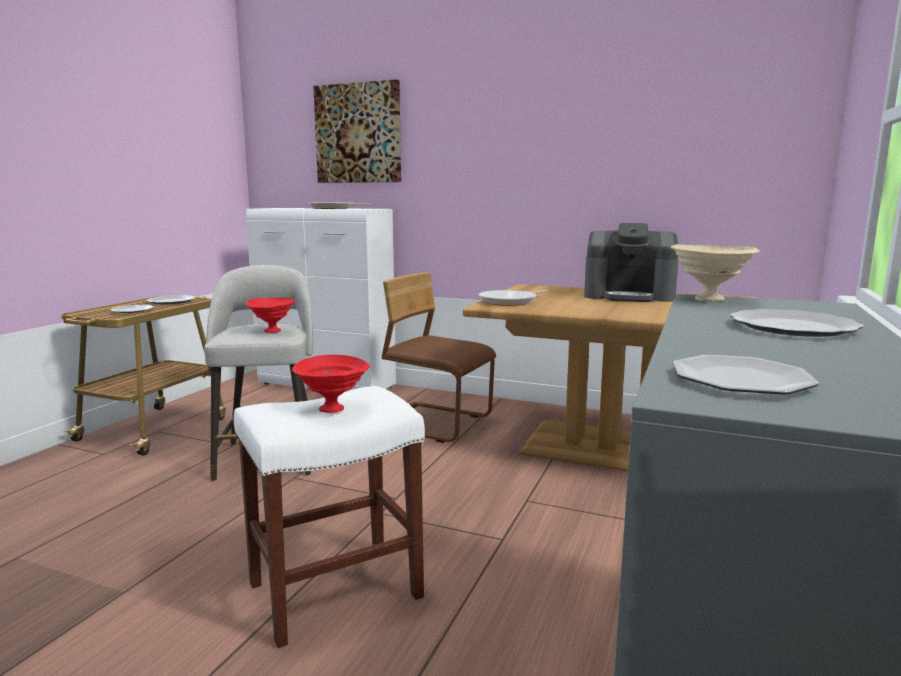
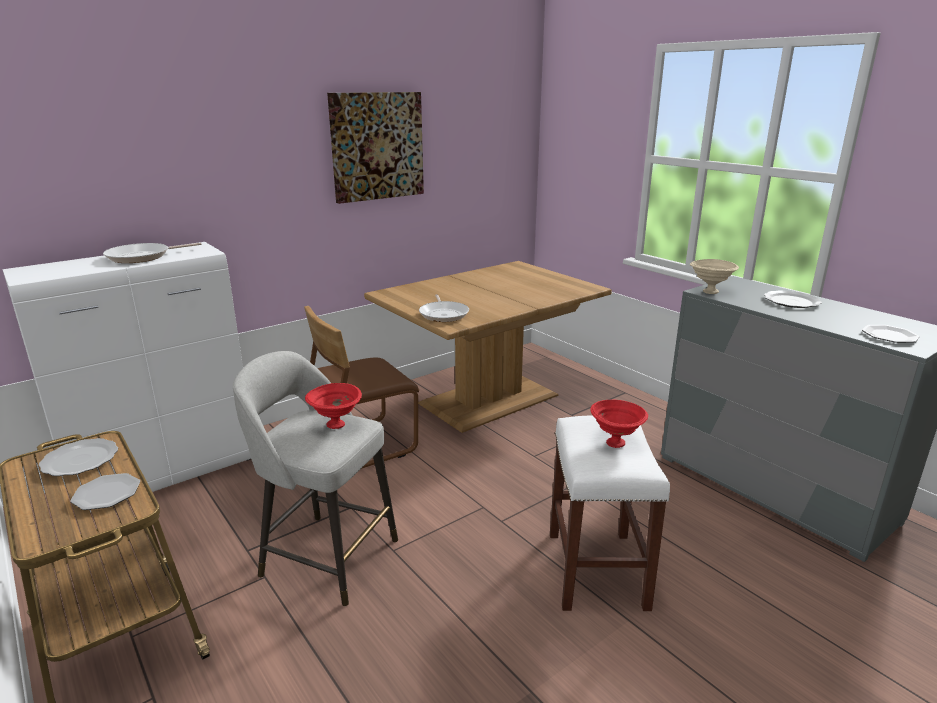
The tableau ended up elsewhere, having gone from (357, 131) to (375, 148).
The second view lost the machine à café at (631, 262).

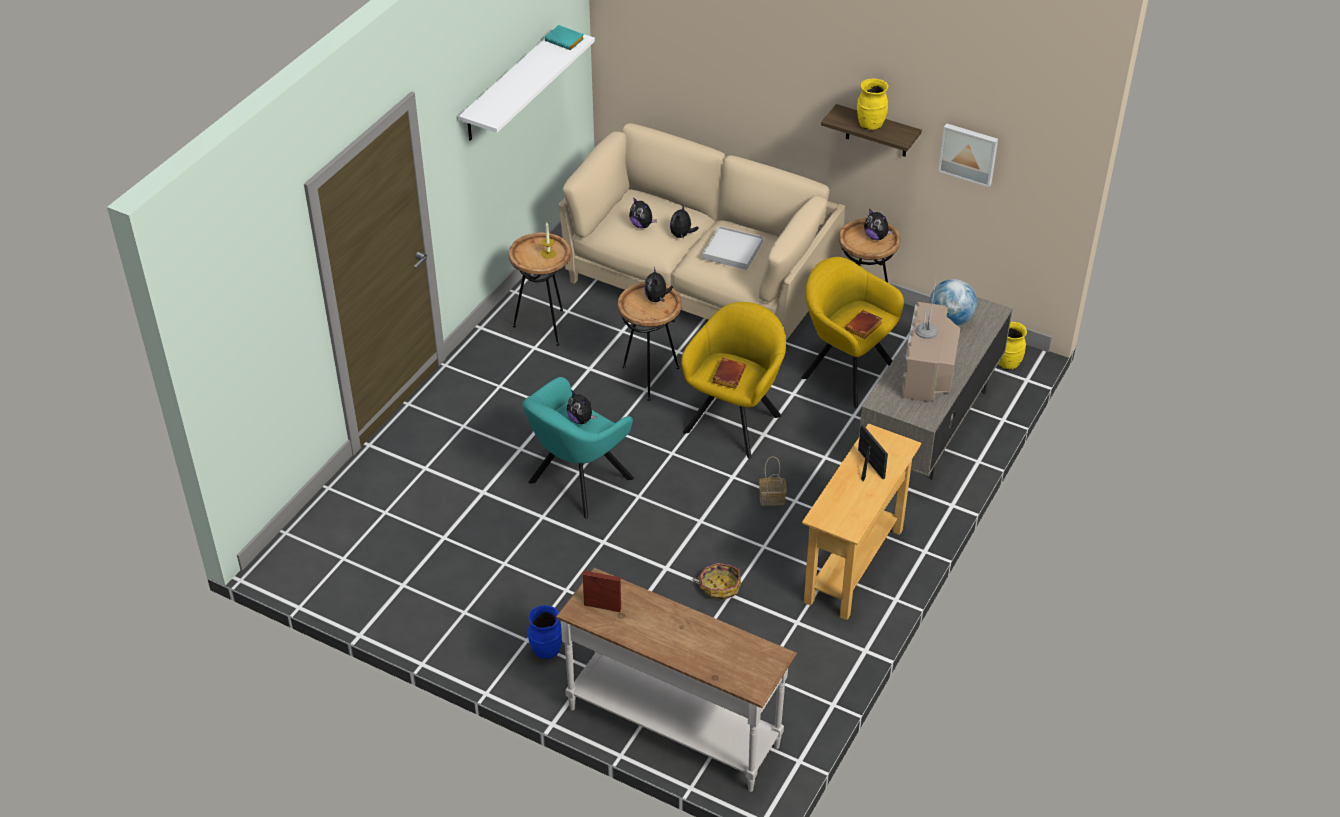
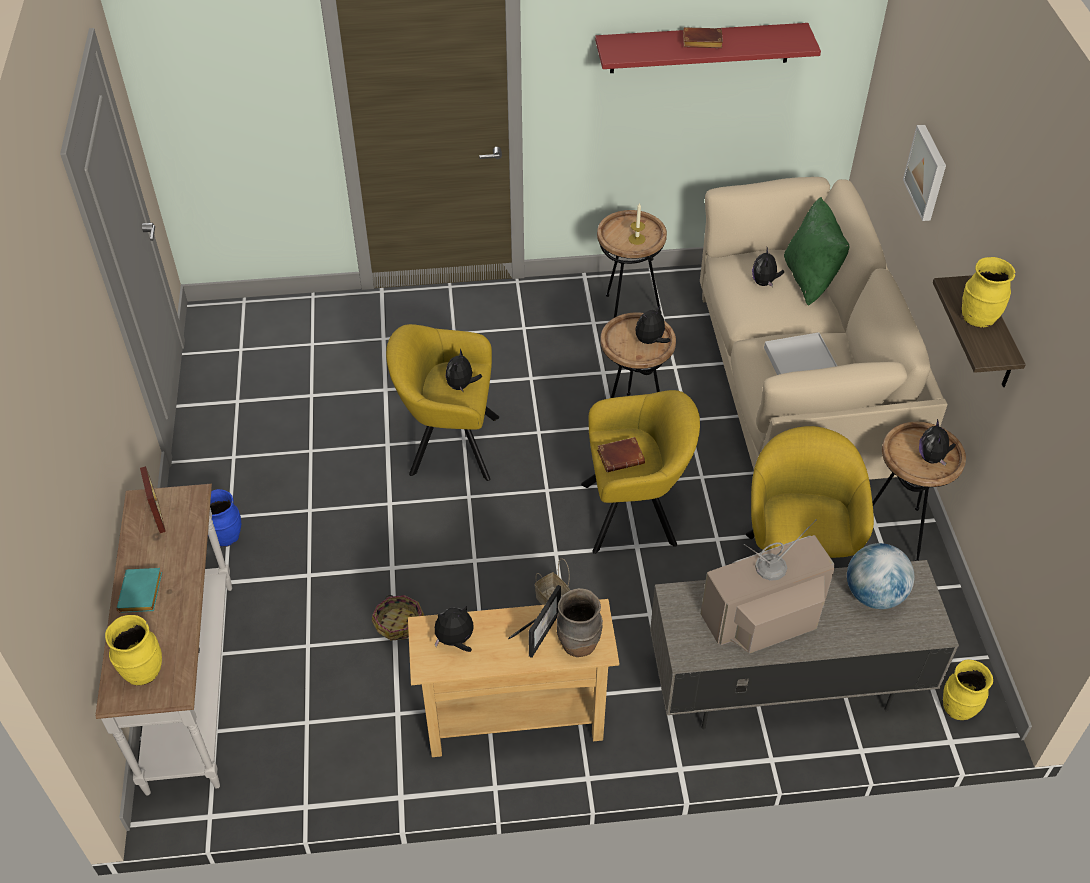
The livre [turquoise] ended up elsewhere, having gone from (564, 37) to (139, 590).
What was the étagère [blanc] at (526, 87) turned into the étagère [rouge] at (708, 48).
The tableau ended up elsewhere, having gone from (968, 155) to (924, 173).
The peluche ended up elsewhere, having gone from (684, 222) to (454, 629).
The livre [marron] ended up elsewhere, having gone from (864, 324) to (703, 37).
What was the fauteuil [turquoise] at (578, 448) turned into the fauteuil [jaune] at (442, 402).
The second view gained the coussin [vert] at (816, 251).
The second view gained the vase [marron] at (579, 622).
The second view gained the vase [jaune] at (133, 650).

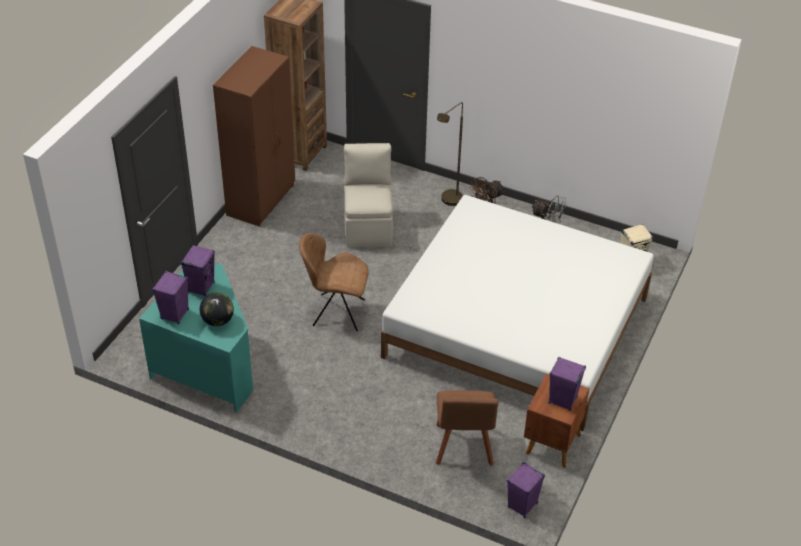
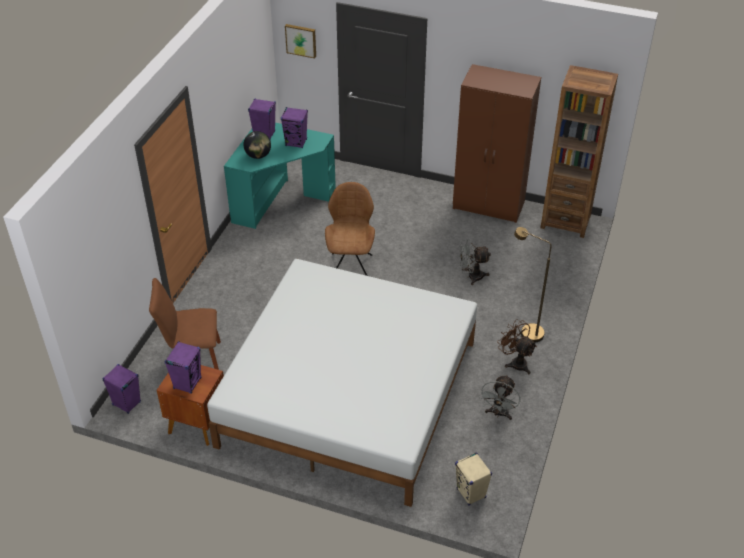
Where the chaise [beige] stood at (368, 195), the ventilateur [gris] came to stand at (474, 262).
The second view gained the tableau at (300, 41).

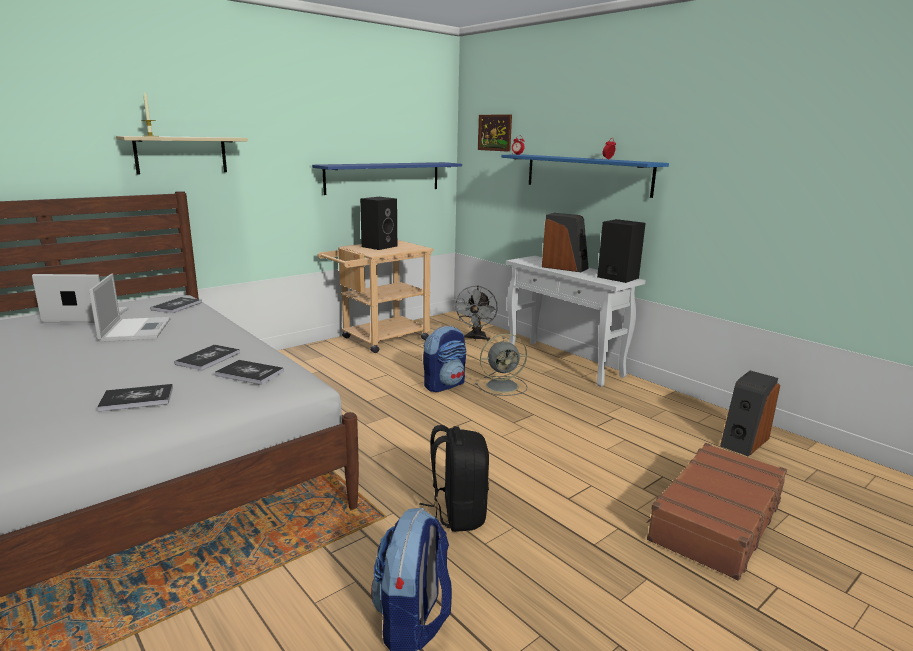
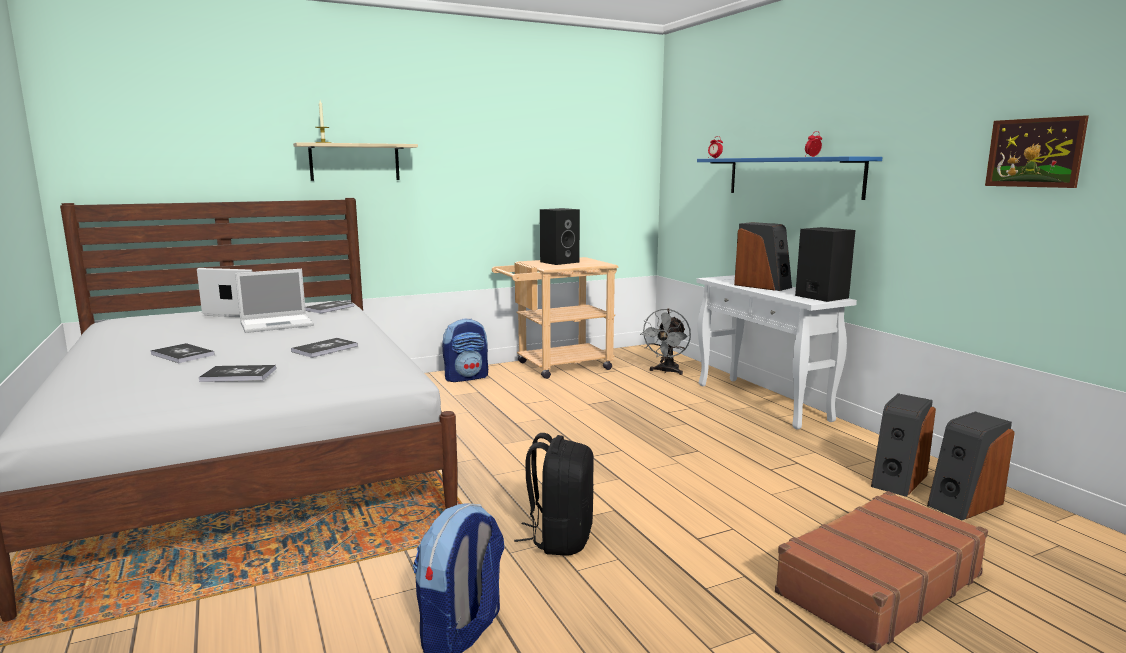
The tableau ended up elsewhere, having gone from (495, 133) to (1037, 151).
The second view lost the étagère [bleu] at (387, 178).
The ordinateur portable at (130, 307) ended up facing another way, 60 degrees clockwise from before.
The sac à dos ended up elsewhere, having gone from (444, 359) to (465, 350).
The second view lost the ventilateur [gris] at (501, 365).
The livre ended up elsewhere, having gone from (249, 372) to (182, 353).
The second view gained the enceinte at (903, 445).

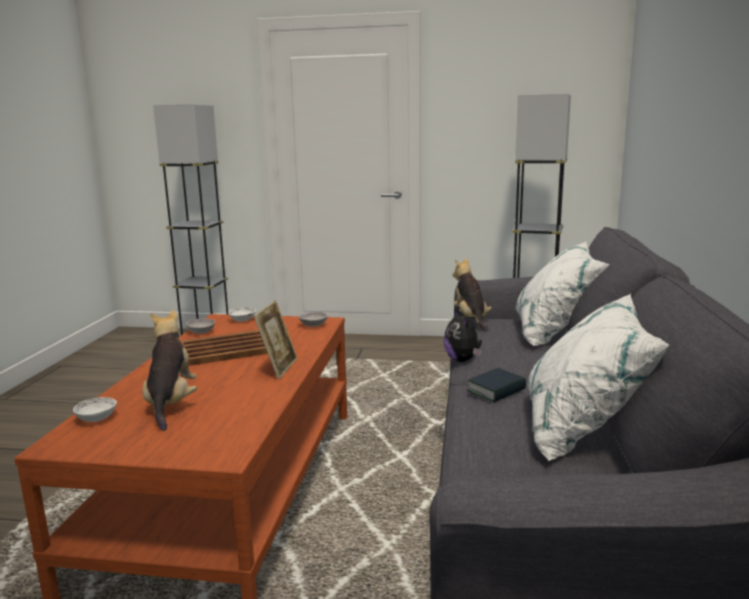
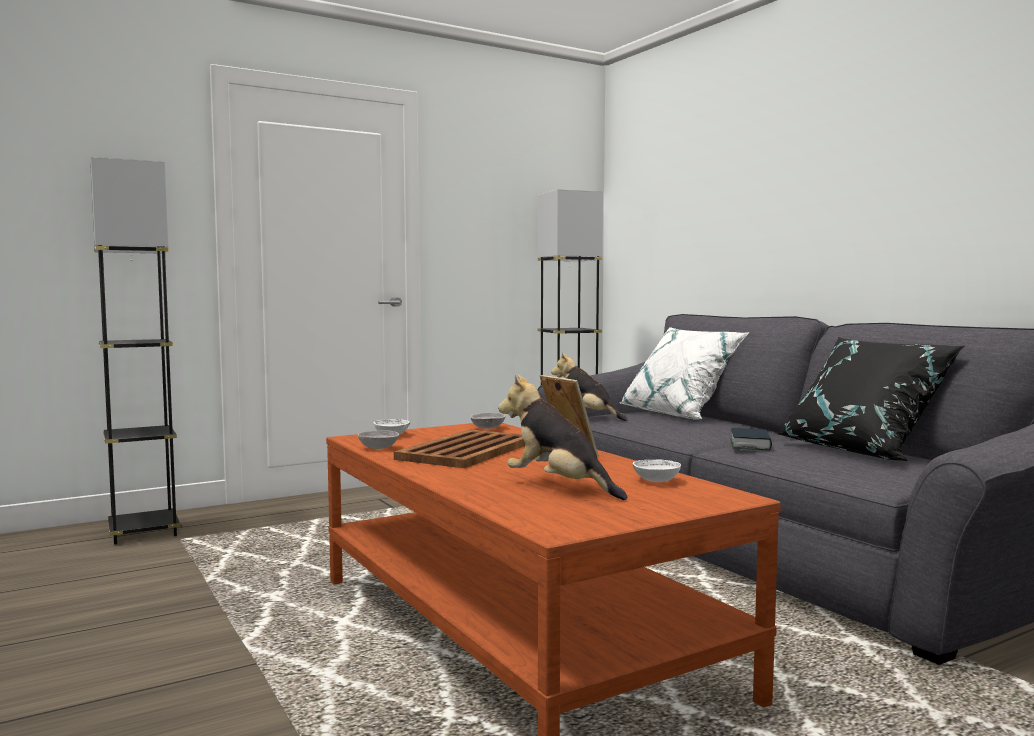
What was the coussin [blanc] at (598, 378) turned into the coussin [noir] at (870, 399).
The second view lost the peluche at (463, 336).
The bol [blanc] ended up elsewhere, having gone from (95, 409) to (657, 471).

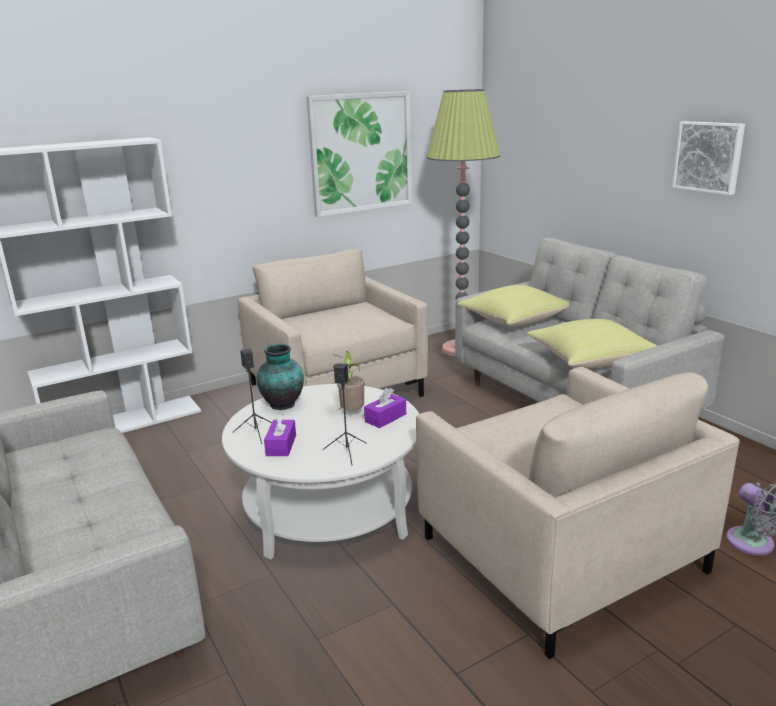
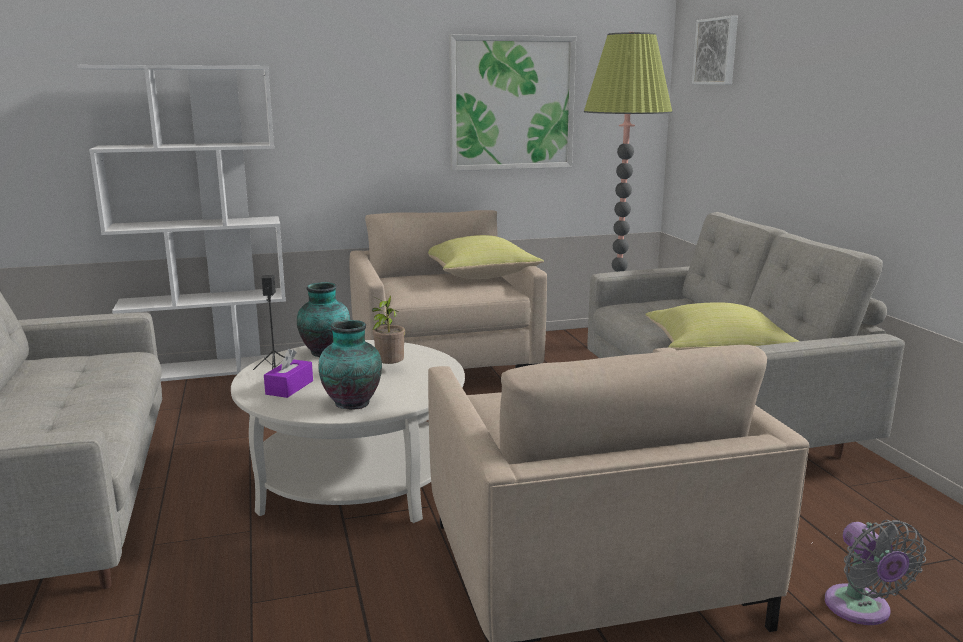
The tableau ended up elsewhere, having gone from (708, 158) to (715, 50).
The coussin [jaune] ended up elsewhere, having gone from (513, 306) to (486, 257).
Where the enceinte [noir] stood at (344, 414), the vase came to stand at (350, 365).
The second view lost the boîte à mouchoirs [violet] at (385, 408).

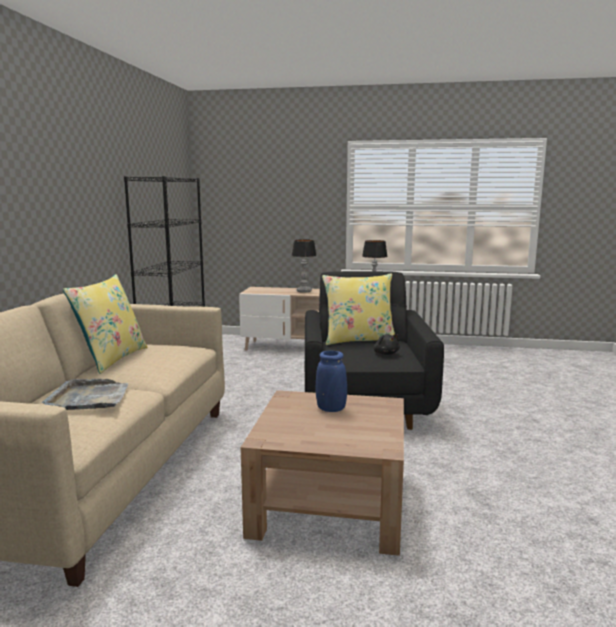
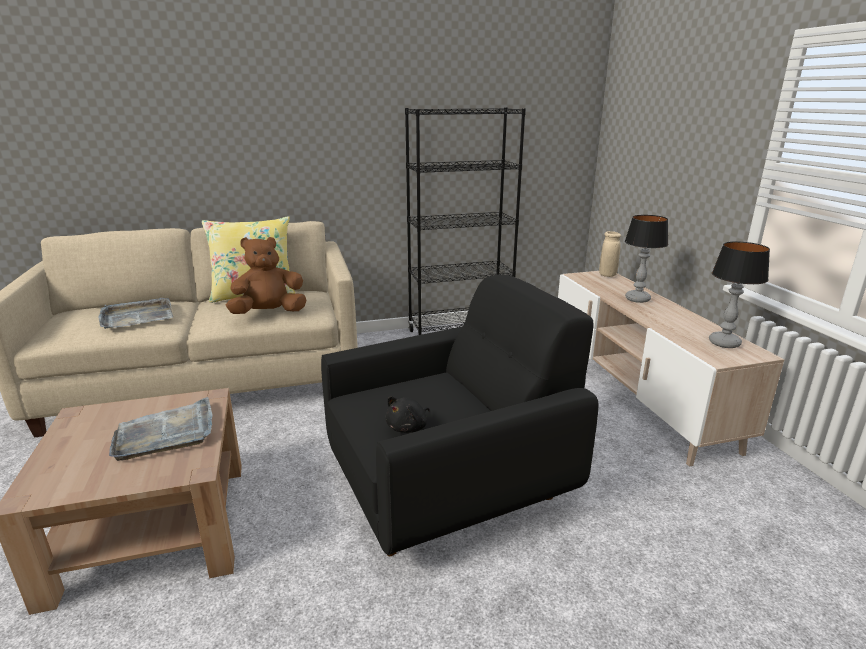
The second view lost the coussin [jaune] at (358, 309).
Where the vase [bleu] stood at (331, 381), the plateau [gris] came to stand at (160, 429).
The second view gained the vase [beige] at (610, 254).
The second view gained the peluche [marron] at (266, 275).

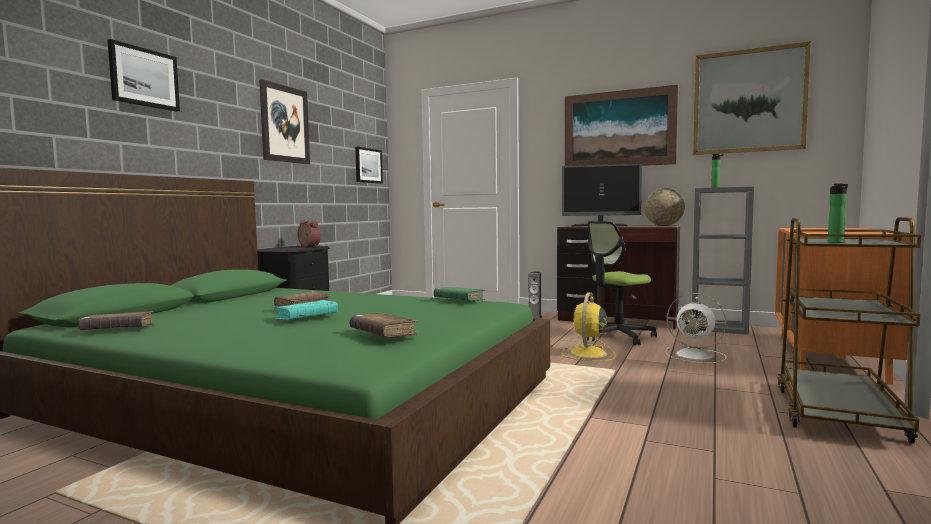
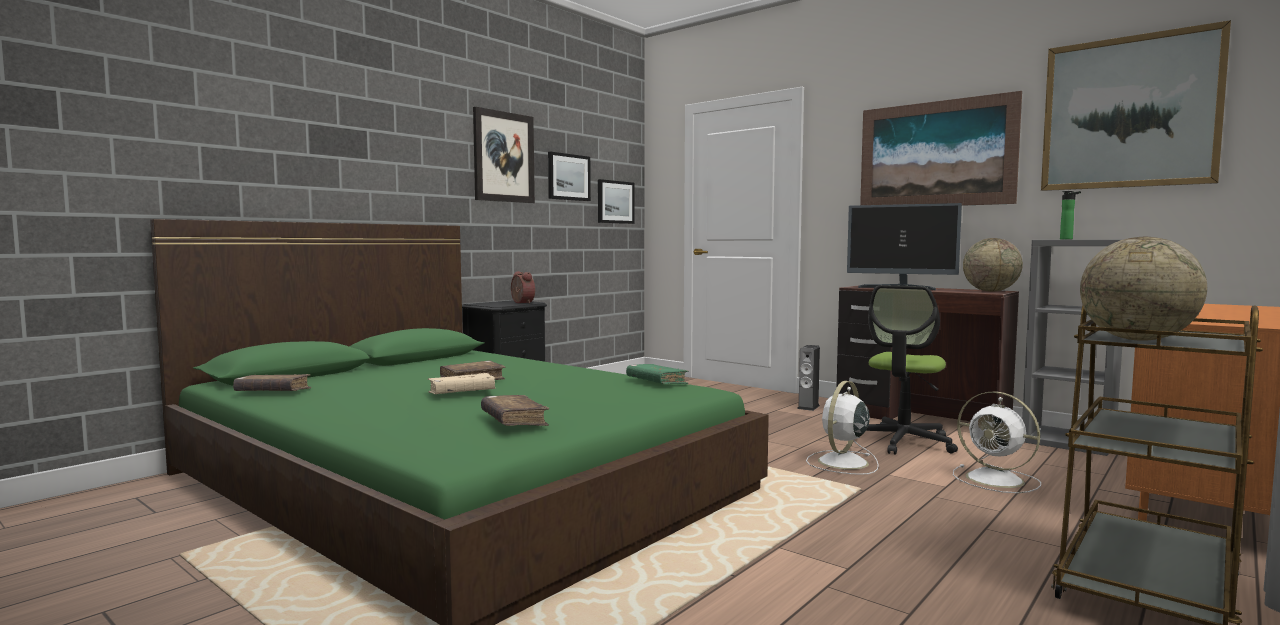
The tableau ended up elsewhere, having gone from (144, 75) to (569, 176).
Where the bouteille stood at (838, 213), the globe came to stand at (1143, 289).
The chaise de bureau at (622, 283) ended up facing another way, 45 degrees counterclockwise from before.
What was the ventilateur [jaune] at (589, 326) turned into the ventilateur [blanc] at (842, 428).
What was the livre [turquoise] at (306, 310) turned into the livre [beige] at (461, 383).

